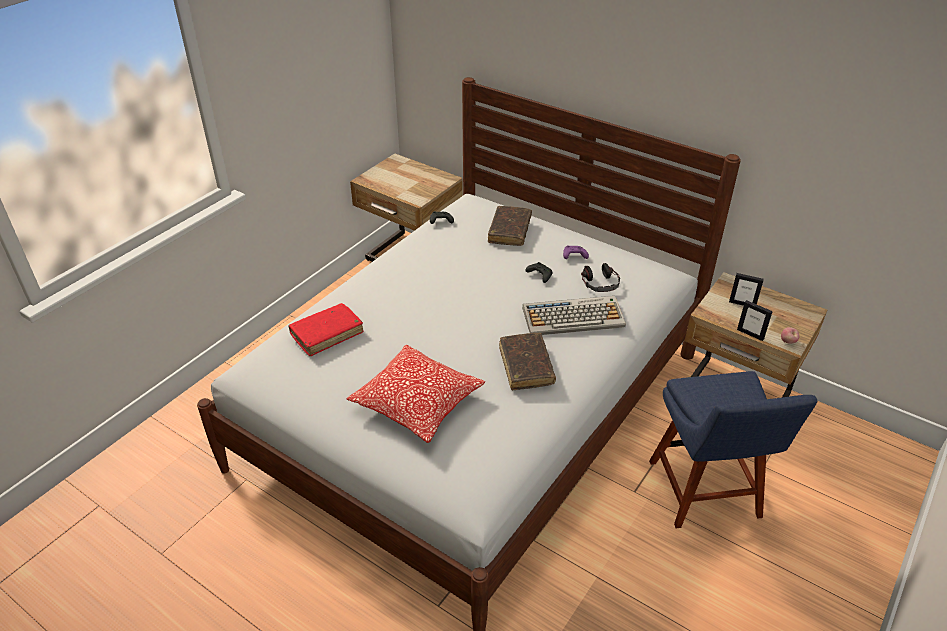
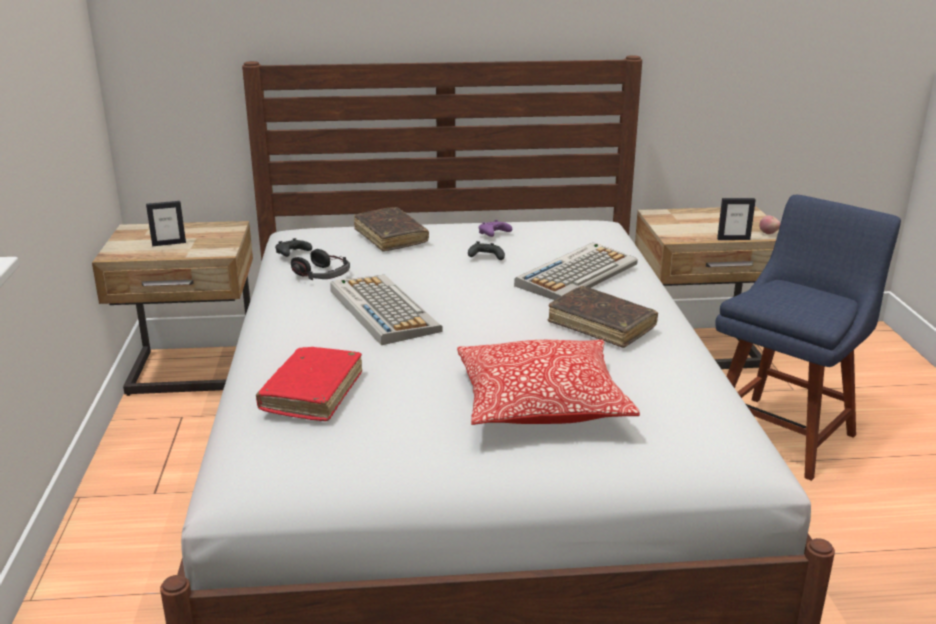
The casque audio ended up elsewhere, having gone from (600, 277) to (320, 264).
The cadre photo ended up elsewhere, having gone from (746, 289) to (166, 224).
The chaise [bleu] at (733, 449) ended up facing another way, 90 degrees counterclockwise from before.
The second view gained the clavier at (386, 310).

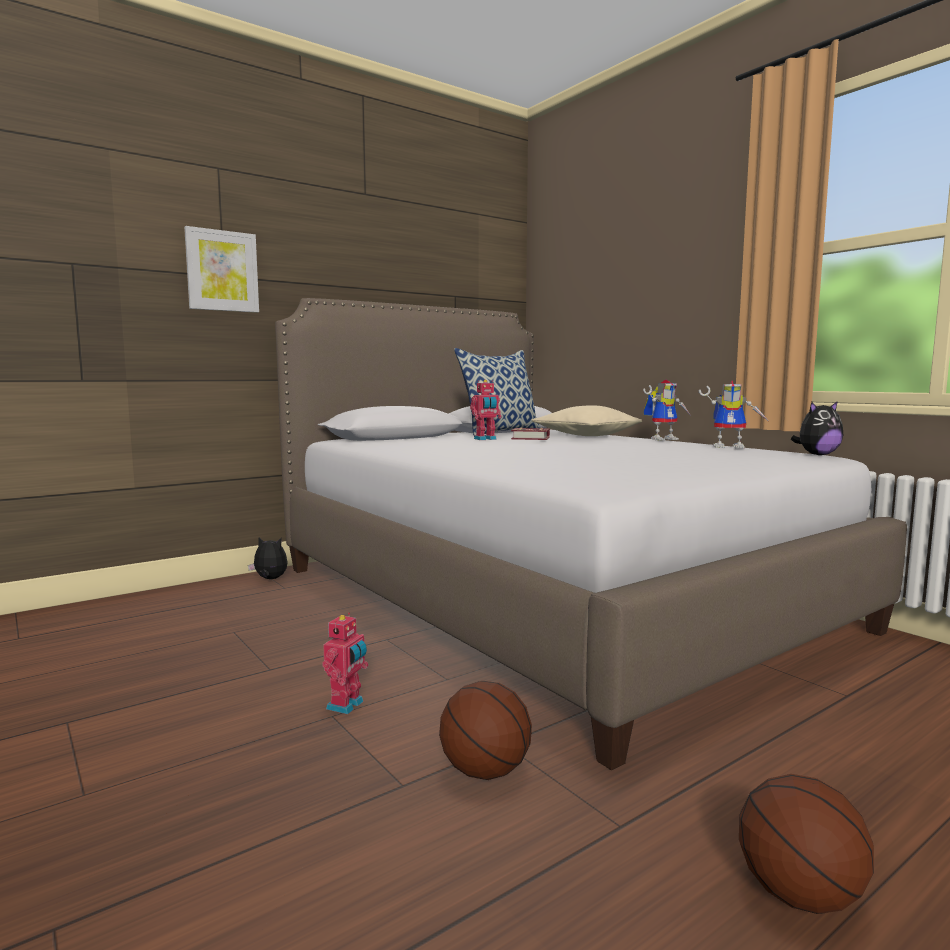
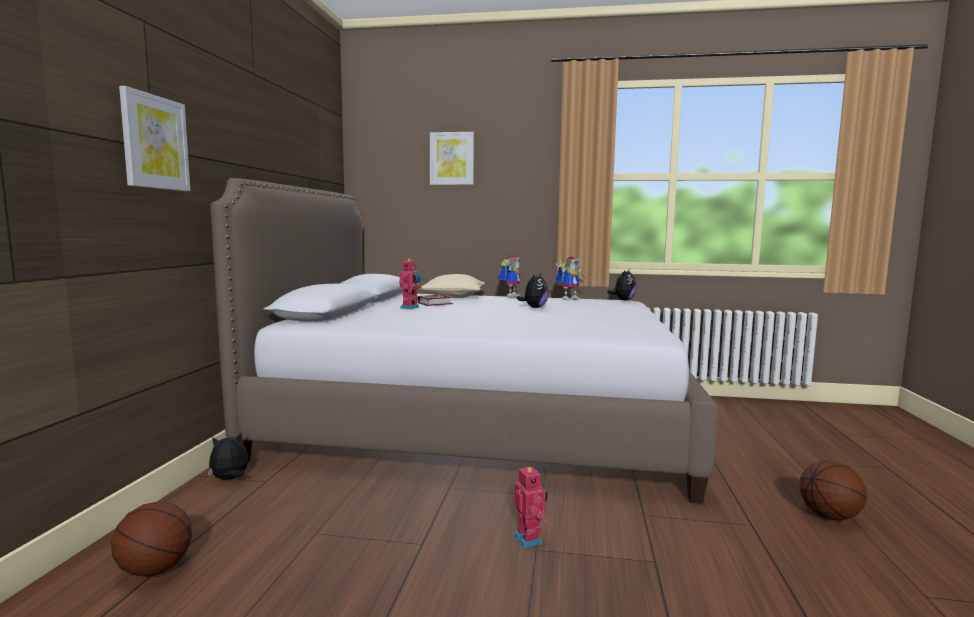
The second view lost the coussin at (497, 392).
The ballon de basket ended up elsewhere, having gone from (485, 730) to (151, 539).
The second view gained the tableau at (452, 158).
The second view gained the peluche at (532, 290).

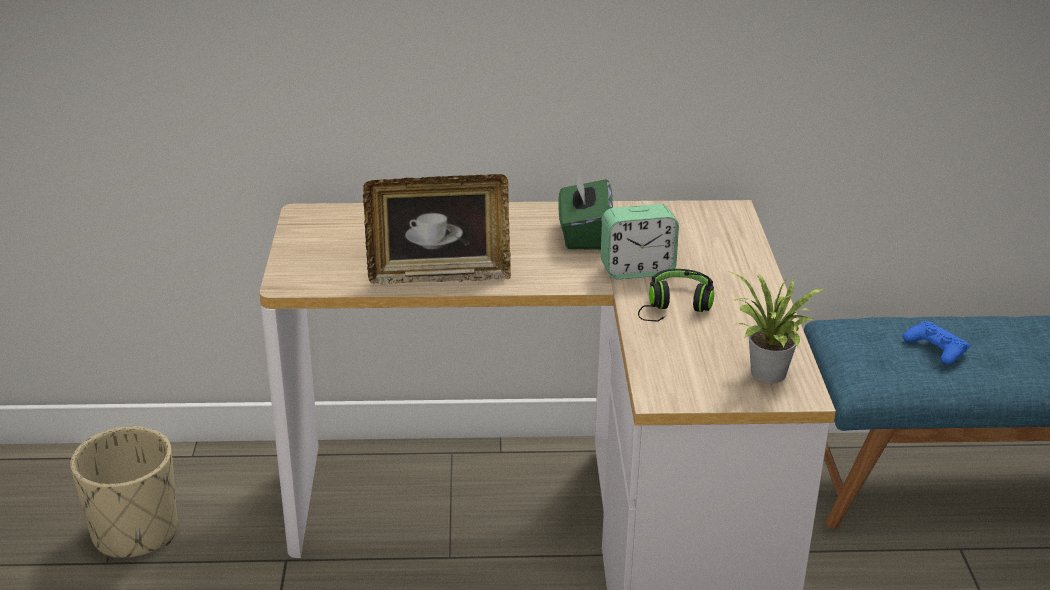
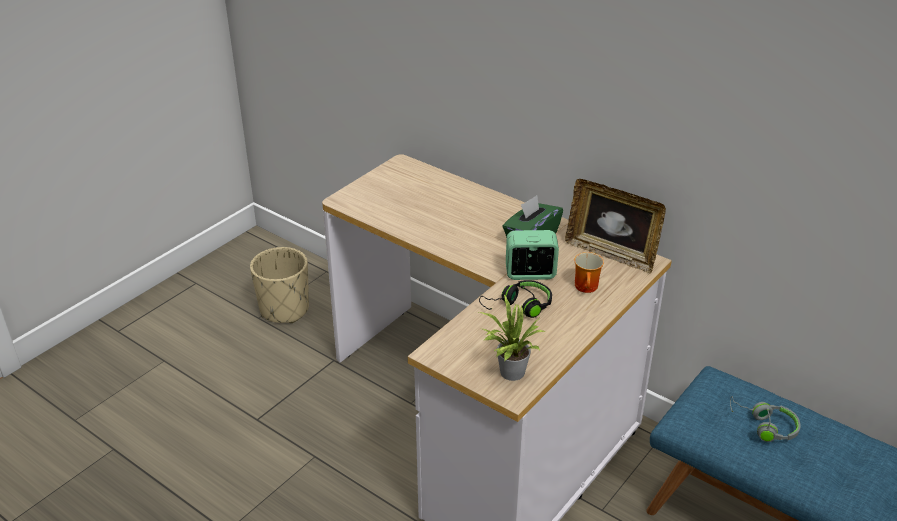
The cadre photo ended up elsewhere, having gone from (437, 229) to (615, 226).
The réveil at (640, 241) ended up facing another way, 150 degrees clockwise from before.
Where the manette [bleu] stood at (936, 343), the casque audio [gris] came to stand at (765, 419).
The second view gained the mug at (589, 272).

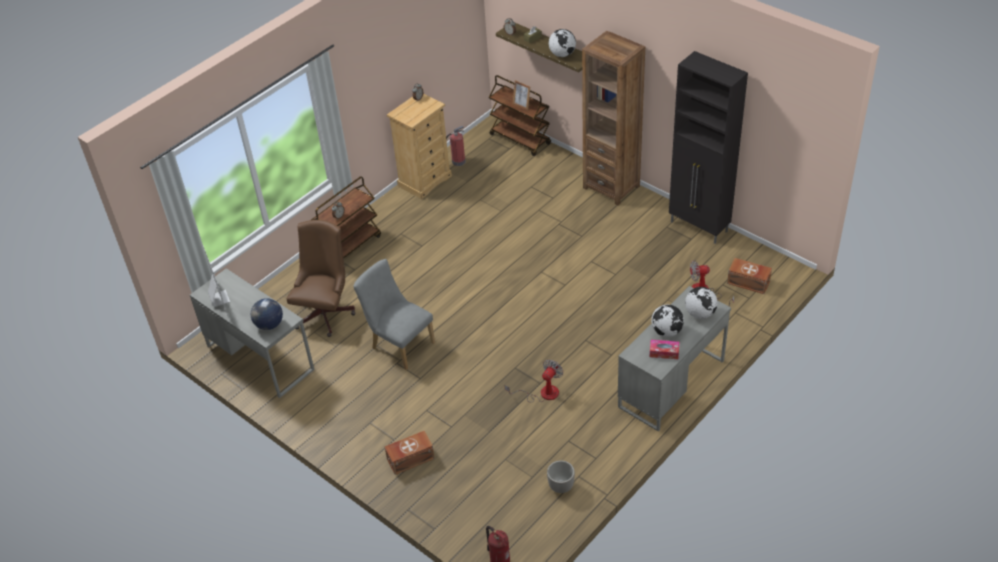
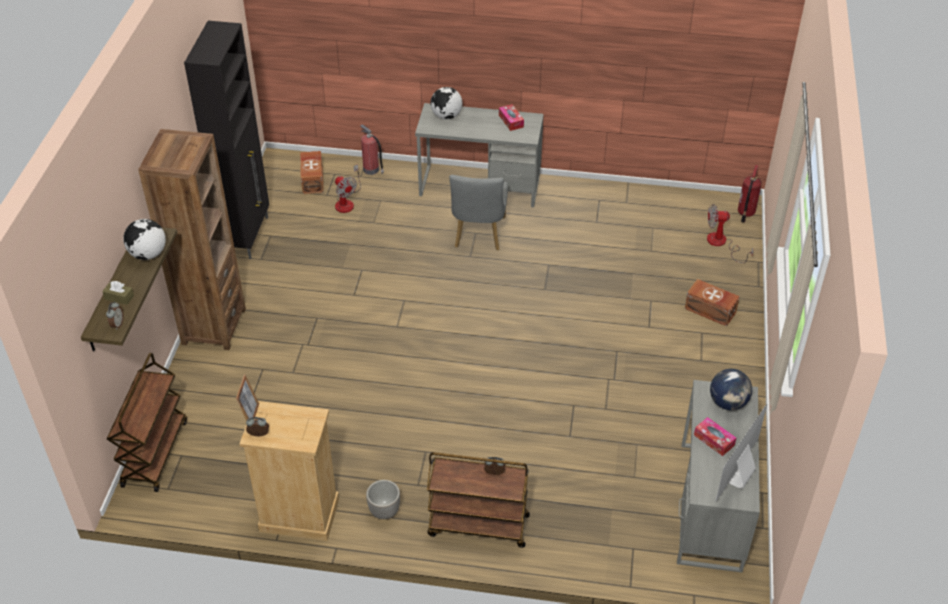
The cadre photo ended up elsewhere, having gone from (521, 95) to (247, 398).
The extincteur ended up elsewhere, having gone from (455, 146) to (372, 149).
The second view lost the chaise de bureau [marron] at (321, 278).
The chaise [gris] ended up elsewhere, having gone from (394, 314) to (478, 212).
The second view lost the globe at (667, 321).
The ventilateur ended up elsewhere, having gone from (534, 380) to (730, 233).
The cache-pot ended up elsewhere, having gone from (561, 476) to (383, 499).
The second view gained the boîte à mouchoirs at (715, 436).

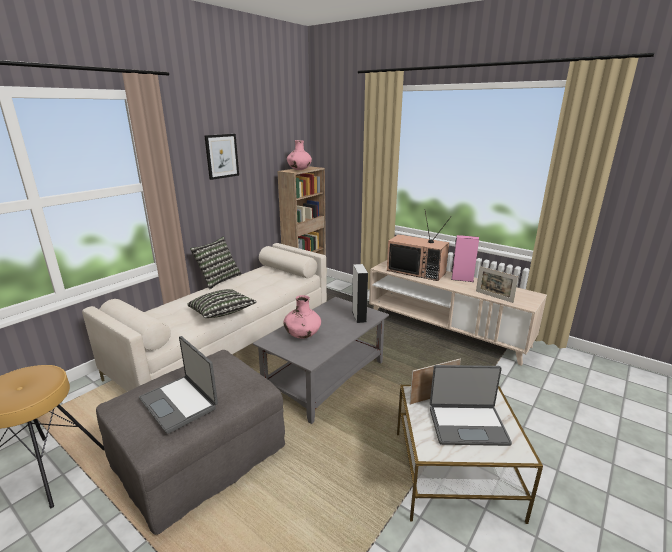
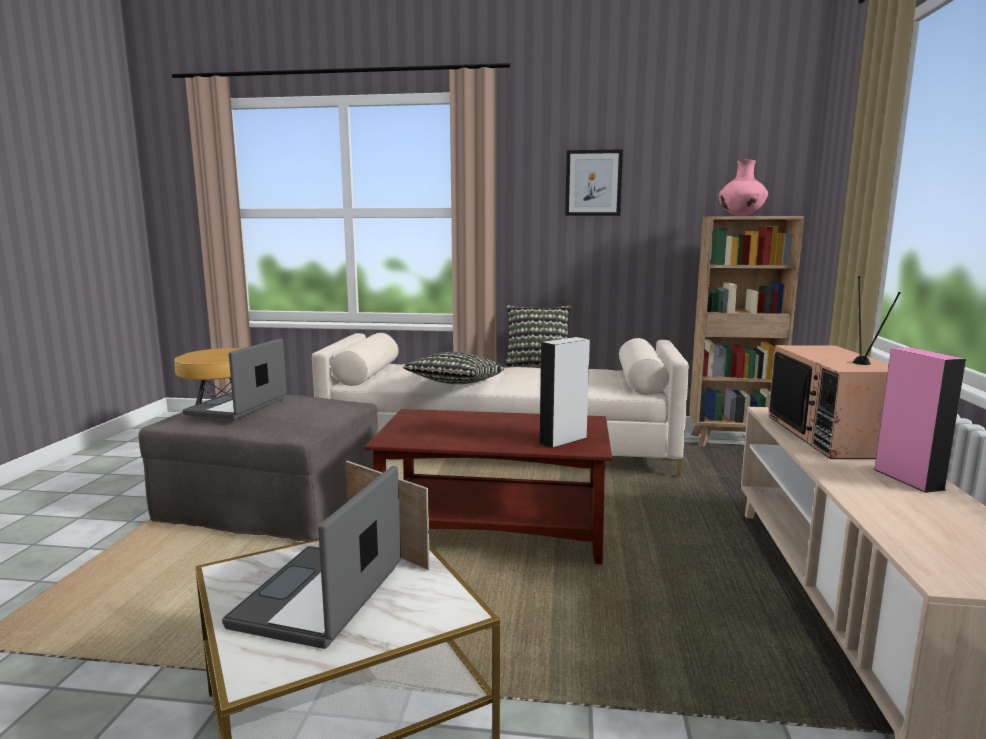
The second view lost the cadre photo at (497, 284).
The second view lost the vase [rose] at (302, 316).
What was the table basse [gris] at (321, 360) turned into the table basse [marron] at (488, 486).
The ordinateur portable at (471, 405) ended up facing another way, 45 degrees clockwise from before.

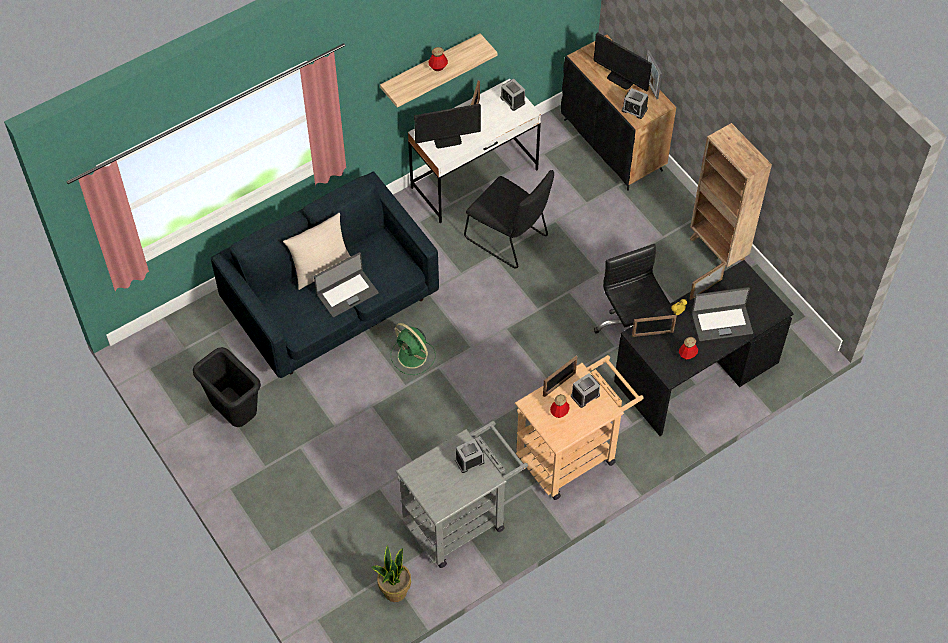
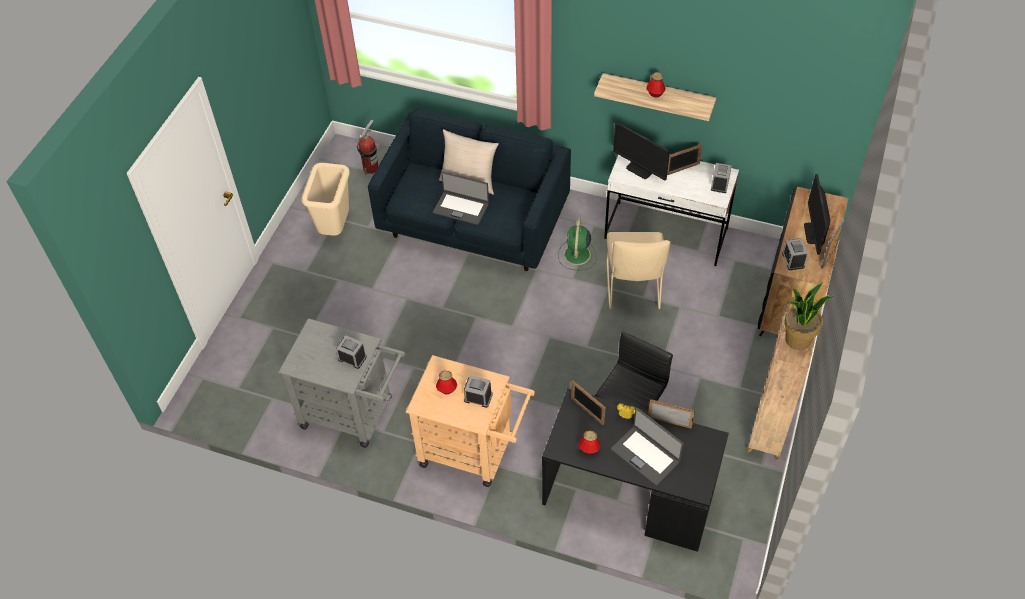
What was the chaise [noir] at (509, 219) turned into the chaise [beige] at (638, 270).
The ventilateur [vert] ended up elsewhere, having gone from (413, 349) to (577, 244).
What was the poubelle [noir] at (227, 387) turned into the poubelle [beige] at (325, 199).
The second view lost the cadre photo at (560, 376).
The plante en pot ended up elsewhere, having gone from (391, 573) to (808, 316).
The second view gained the extincteur at (368, 147).

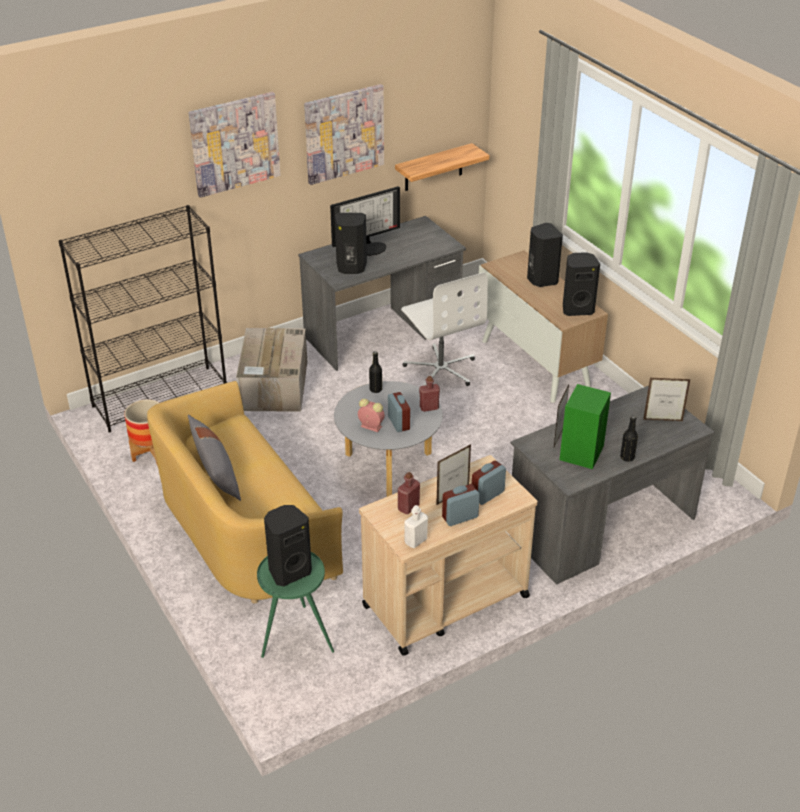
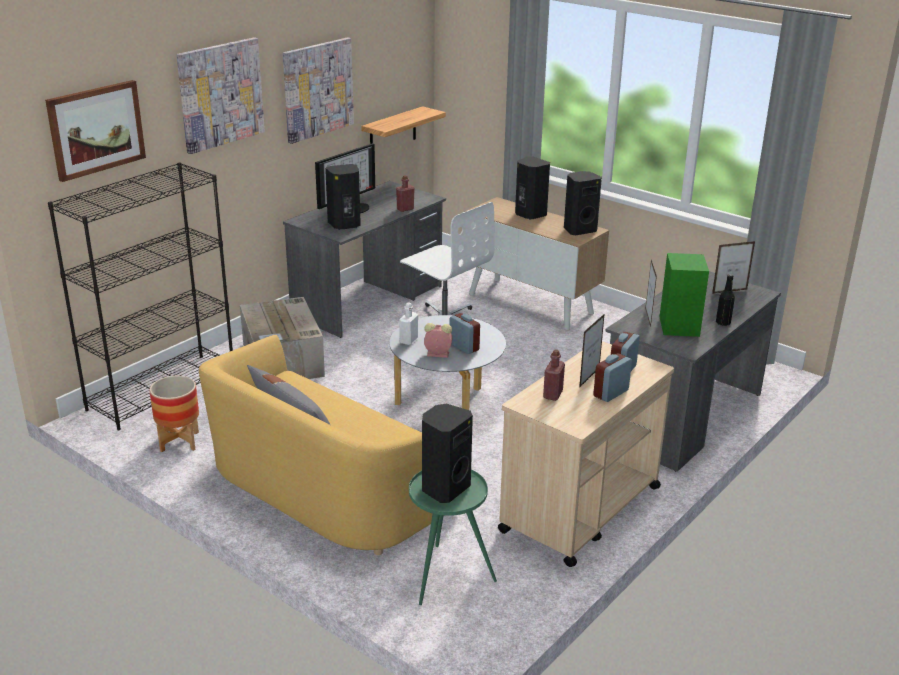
The second view lost the bouteille [noir] at (375, 372).
The bouteille [rouge] ended up elsewhere, having gone from (429, 394) to (405, 193).
The bouteille [blanc] ended up elsewhere, having gone from (416, 526) to (408, 323).
The second view gained the tableau at (95, 131).

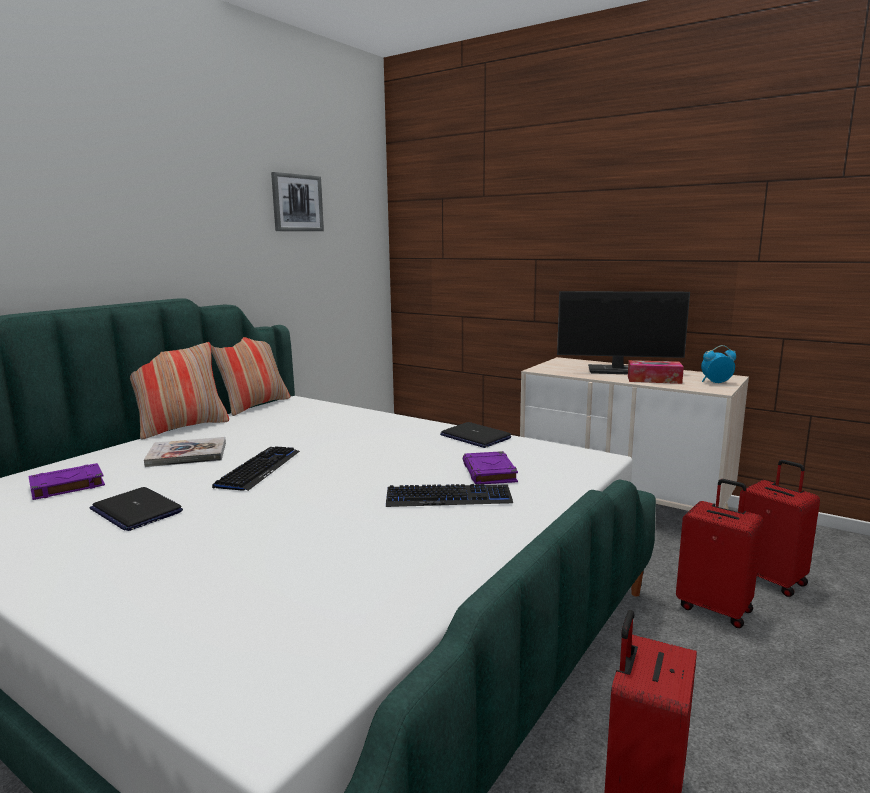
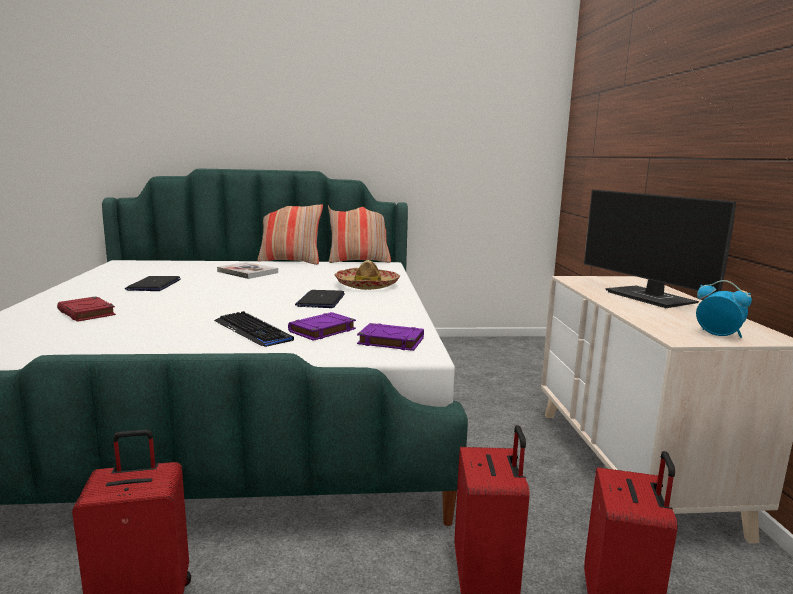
The second view lost the tableau at (297, 201).
The second view lost the boîte à mouchoirs at (656, 372).
The ordinateur portable ended up elsewhere, having gone from (475, 435) to (320, 299).
The second view lost the clavier at (256, 468).
The livre [violet] ended up elsewhere, having gone from (66, 481) to (390, 337).
The second view gained the chapeau at (367, 275).
The second view gained the livre [rouge] at (86, 309).

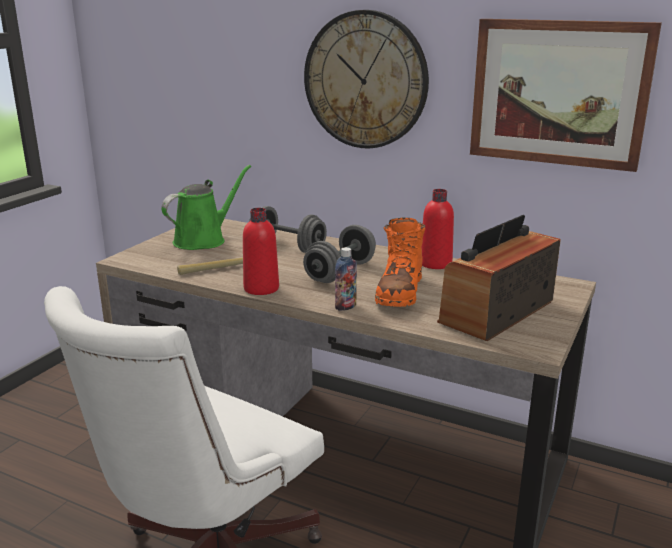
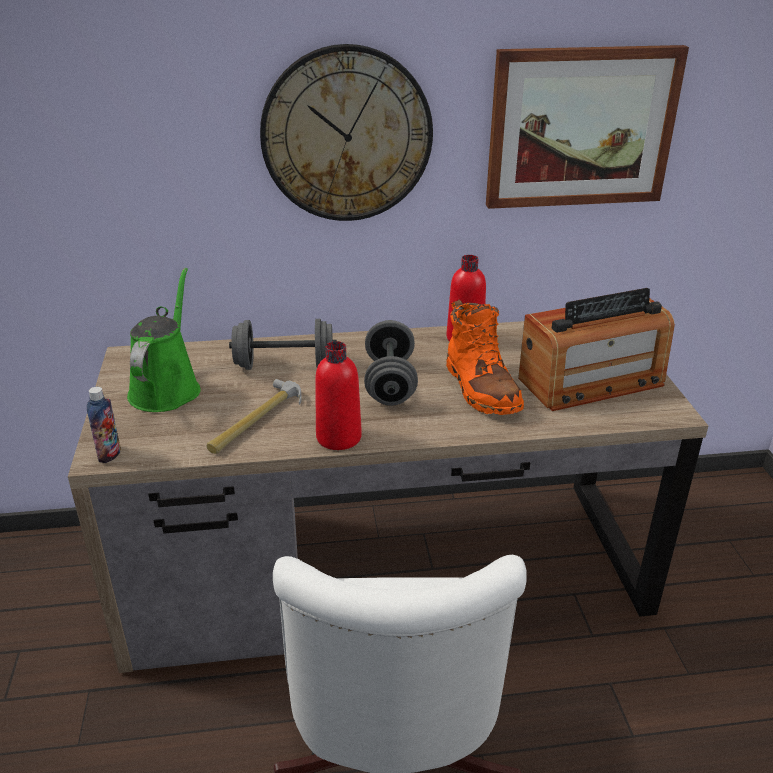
The radio at (499, 278) ended up facing another way, 120 degrees counterclockwise from before.
The bouteille ended up elsewhere, having gone from (346, 279) to (104, 425).

